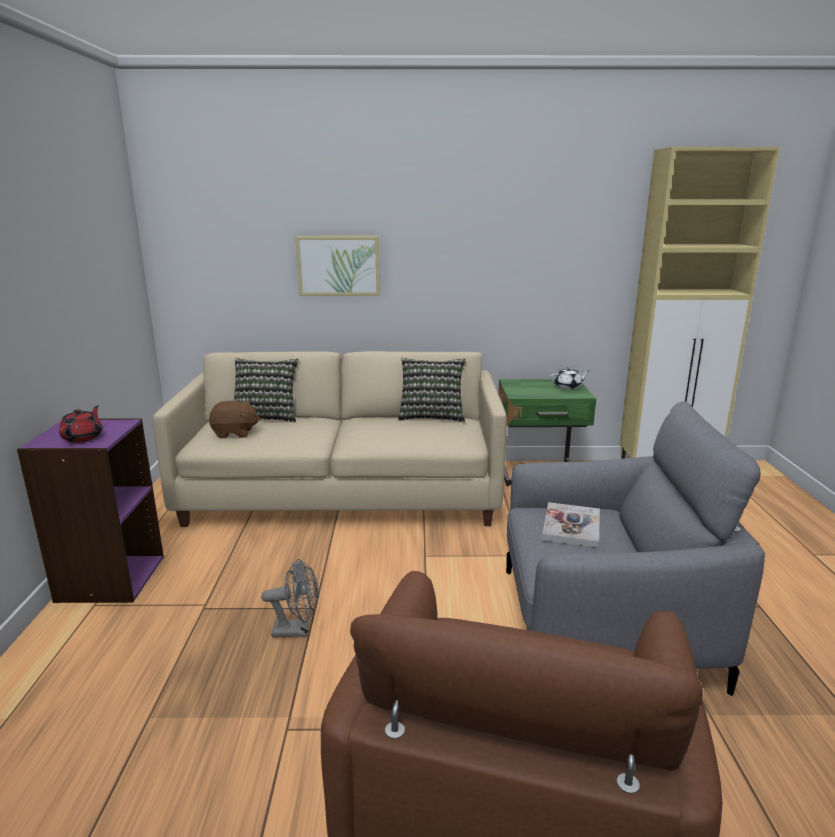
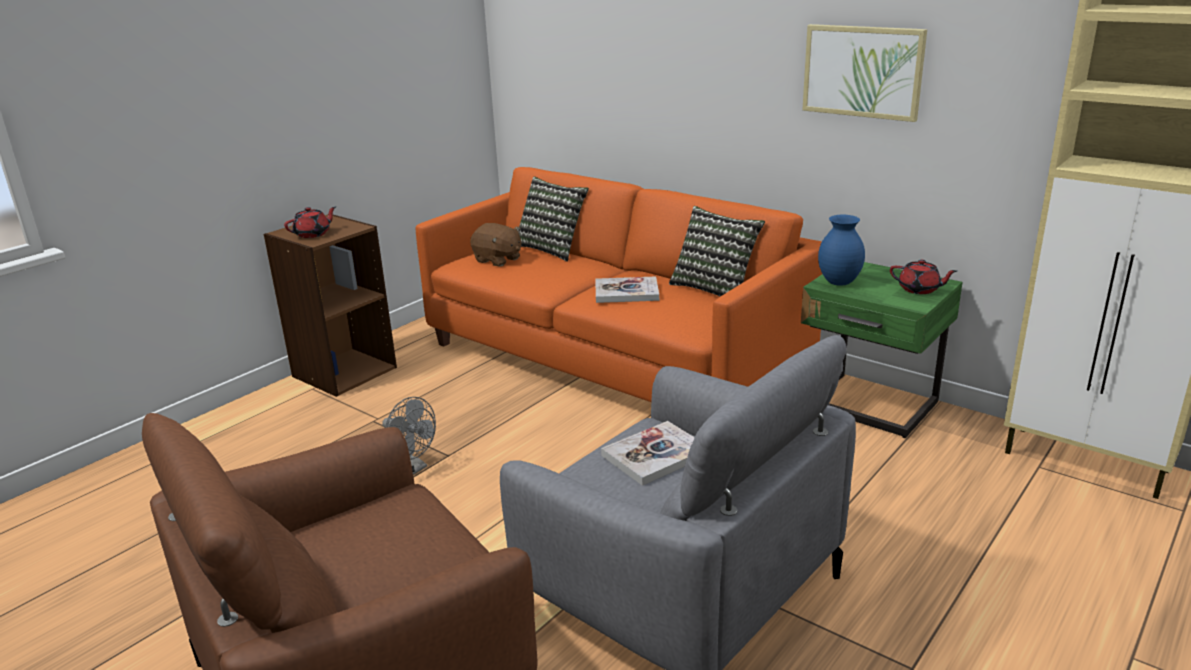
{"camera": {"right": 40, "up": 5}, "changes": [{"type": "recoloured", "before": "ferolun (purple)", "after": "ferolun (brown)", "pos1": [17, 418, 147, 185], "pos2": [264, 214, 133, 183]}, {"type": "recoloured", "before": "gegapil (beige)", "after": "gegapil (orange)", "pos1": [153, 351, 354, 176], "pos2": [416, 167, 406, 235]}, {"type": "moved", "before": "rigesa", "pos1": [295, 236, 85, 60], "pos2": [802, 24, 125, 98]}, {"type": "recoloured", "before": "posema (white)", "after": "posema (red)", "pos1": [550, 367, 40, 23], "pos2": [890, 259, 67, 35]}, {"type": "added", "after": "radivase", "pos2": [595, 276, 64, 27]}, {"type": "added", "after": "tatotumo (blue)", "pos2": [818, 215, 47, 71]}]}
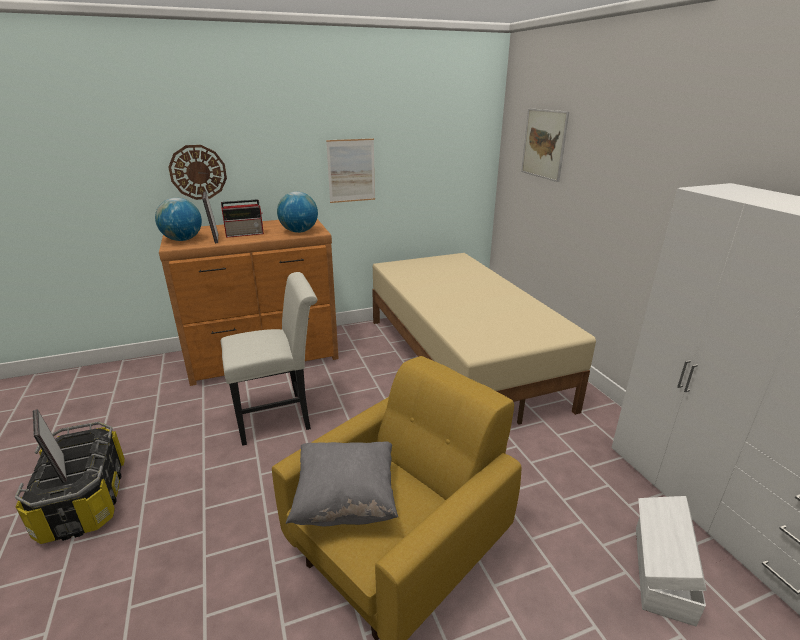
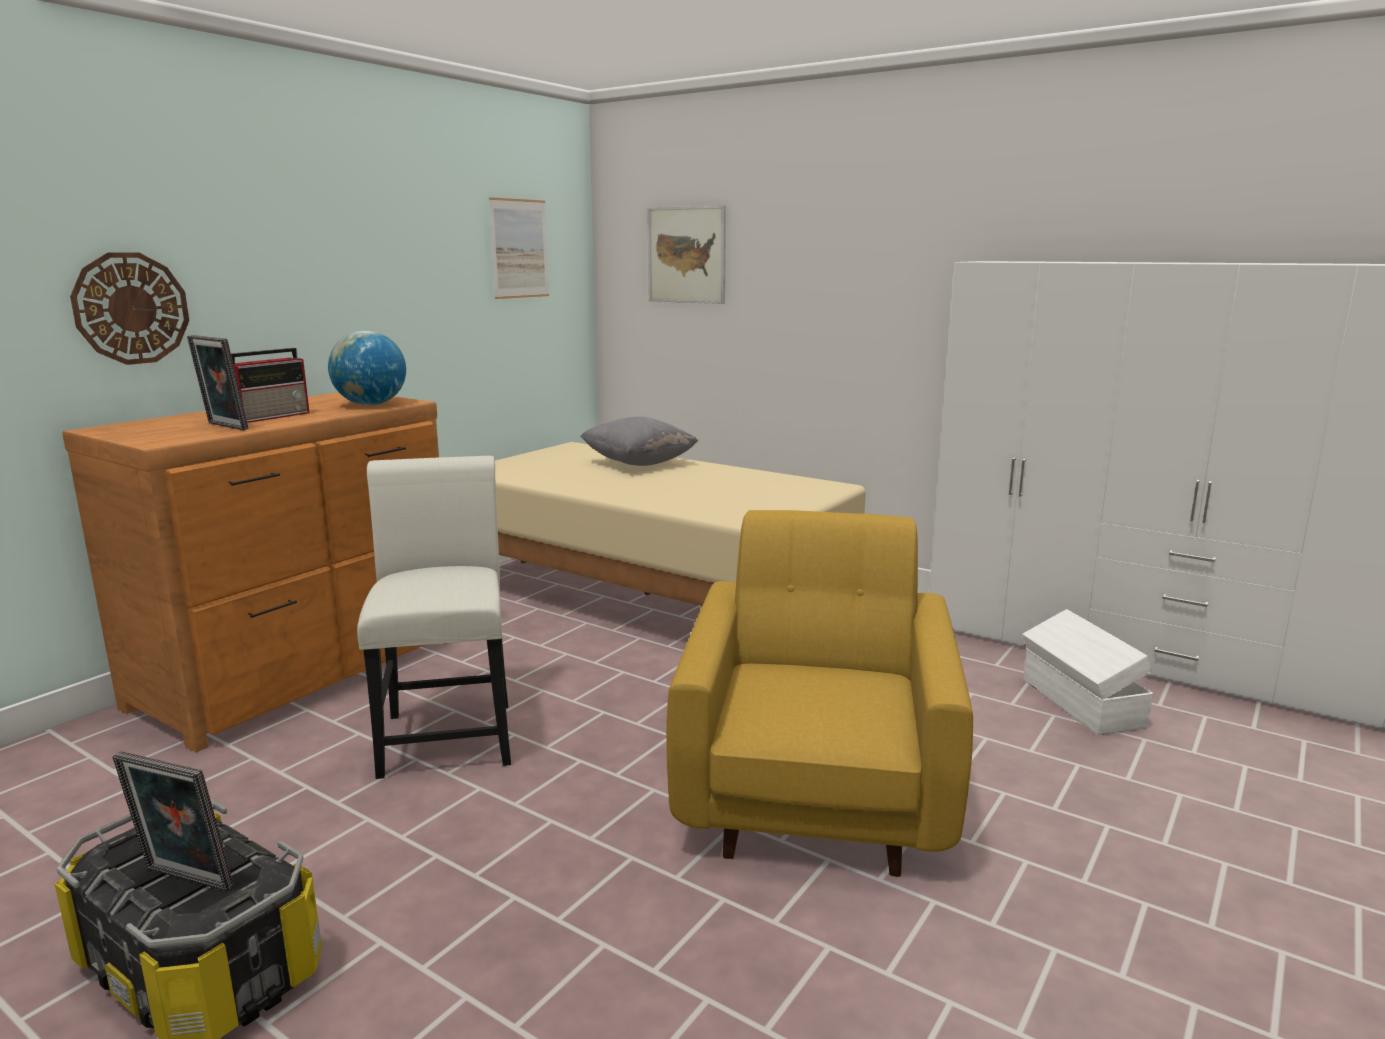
{"camera": {"right": -35, "up": -10}, "changes": [{"type": "removed", "before": "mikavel", "pos1": [155, 198, 47, 43]}, {"type": "turned", "before": "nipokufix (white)", "pos1": [221, 272, 96, 174], "pos2": [357, 456, 154, 323], "turn": -45}, {"type": "moved", "before": "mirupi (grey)", "pos1": [286, 442, 112, 84], "pos2": [580, 417, 118, 49]}, {"type": "moved", "before": "rigesa", "pos1": [326, 138, 49, 65], "pos2": [489, 197, 60, 102]}]}
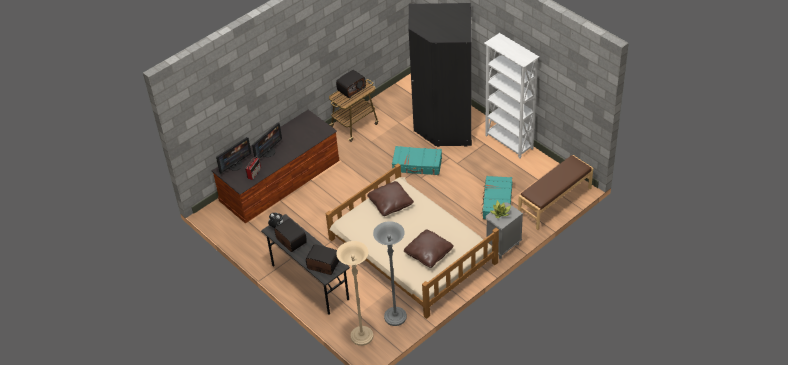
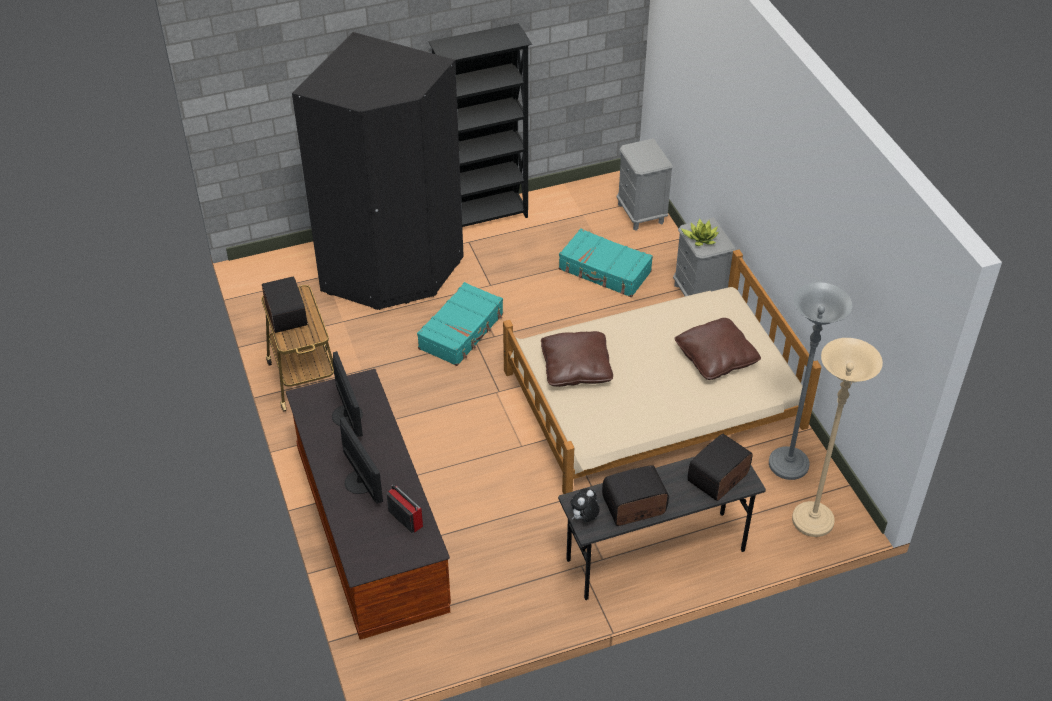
{"camera": {"right": -70, "up": 0}, "changes": [{"type": "moved", "before": "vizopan", "pos1": [216, 137, 35, 36], "pos2": [332, 351, 31, 86]}, {"type": "recoloured", "before": "ferolun (white)", "after": "ferolun (black)", "pos1": [484, 33, 55, 126], "pos2": [428, 23, 104, 204]}, {"type": "replaced", "before": "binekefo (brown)", "after": "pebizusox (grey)", "pos1": [518, 155, 75, 75], "pos2": [617, 138, 56, 93]}]}
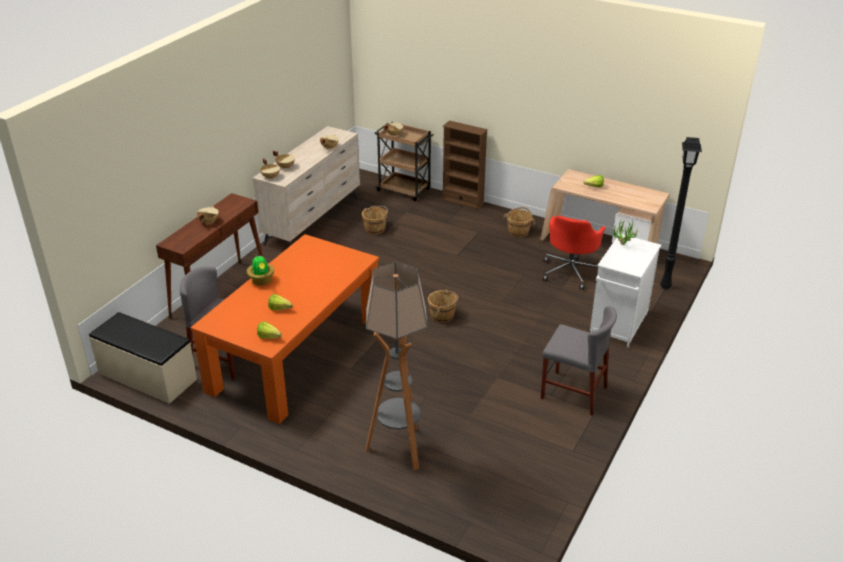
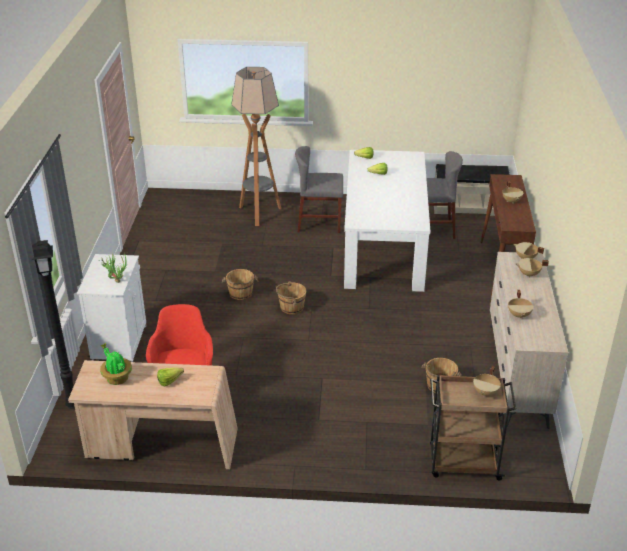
{"camera": {"right": 155, "up": 0}, "changes": [{"type": "recoloured", "before": "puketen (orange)", "after": "puketen (white)", "pos1": [190, 234, 189, 190], "pos2": [344, 150, 86, 142]}, {"type": "moved", "before": "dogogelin", "pos1": [247, 255, 27, 30], "pos2": [100, 343, 32, 42]}, {"type": "removed", "before": "ferolun (brown)", "pos1": [442, 120, 46, 89]}, {"type": "moved", "before": "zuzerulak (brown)", "pos1": [504, 207, 32, 30], "pos2": [222, 269, 37, 31]}, {"type": "moved", "before": "nipokufix (grey)", "pos1": [541, 306, 76, 110], "pos2": [295, 146, 48, 87]}]}
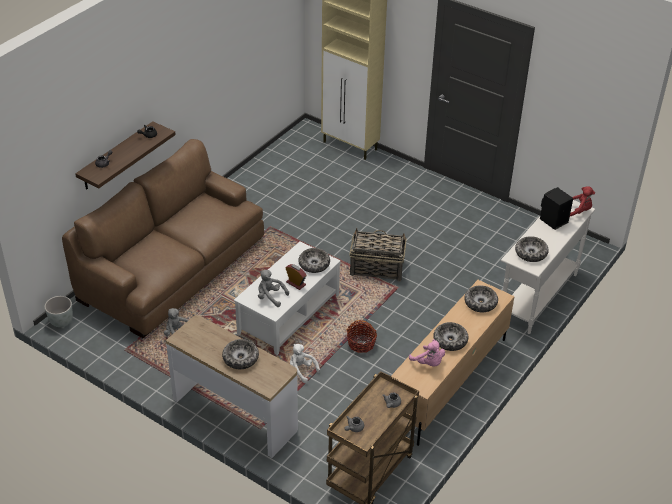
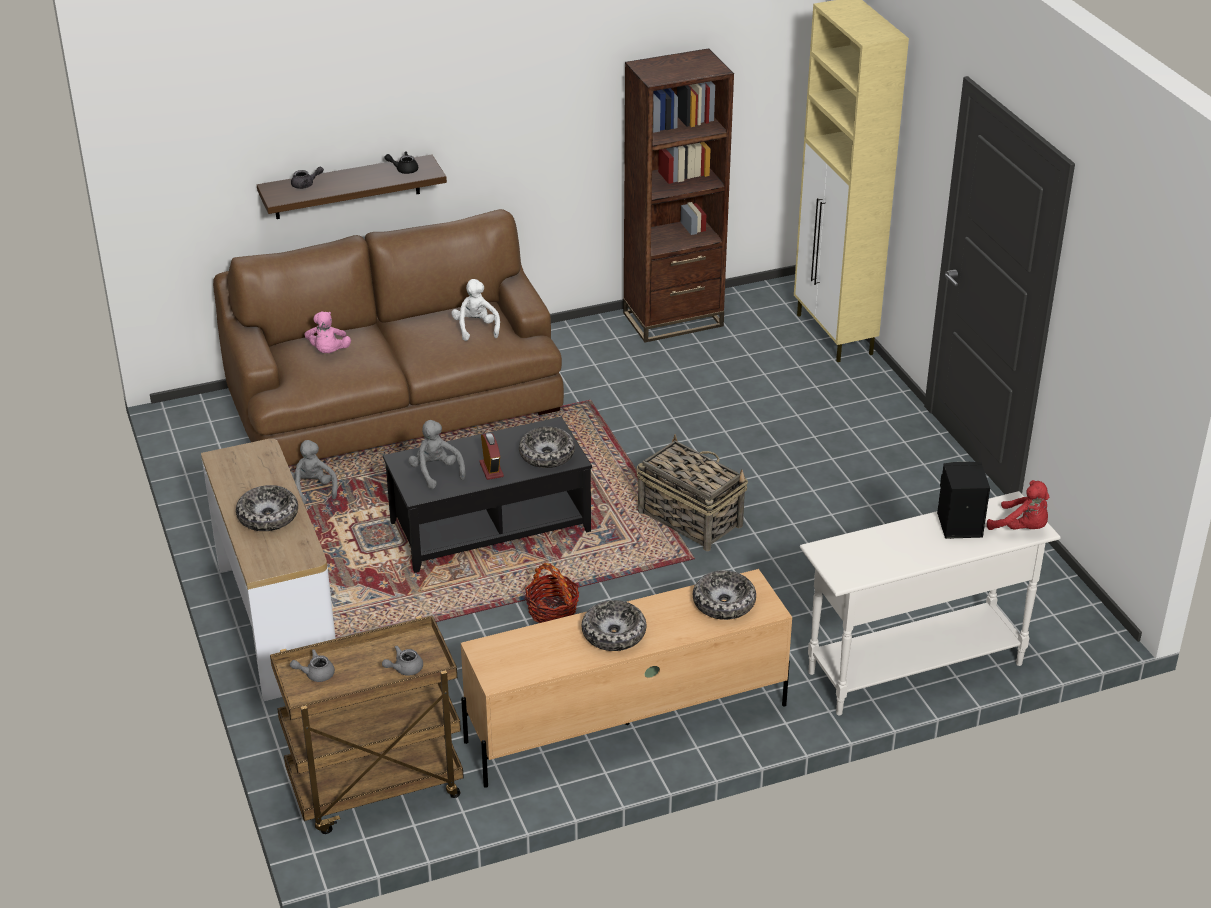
{"camera": {"right": 35, "up": -5}, "changes": [{"type": "removed", "before": "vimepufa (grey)", "pos1": [45, 296, 28, 31]}, {"type": "recoloured", "before": "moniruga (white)", "after": "moniruga (black)", "pos1": [234, 241, 107, 114], "pos2": [383, 417, 209, 156]}, {"type": "moved", "before": "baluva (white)", "pos1": [290, 344, 30, 39], "pos2": [451, 279, 49, 62]}, {"type": "moved", "before": "baluva (pink)", "pos1": [409, 339, 36, 27], "pos2": [304, 312, 47, 41]}, {"type": "removed", "before": "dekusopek", "pos1": [515, 236, 34, 26]}, {"type": "added", "after": "ferolun (brown)", "pos2": [623, 48, 111, 295]}]}
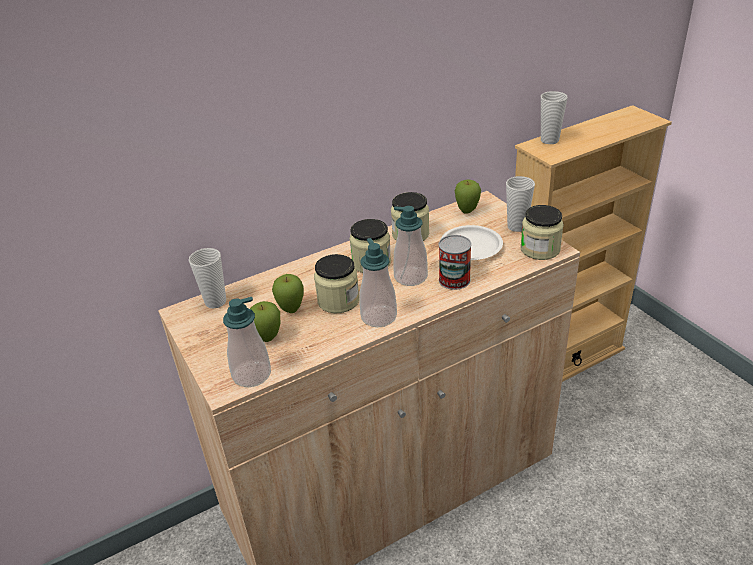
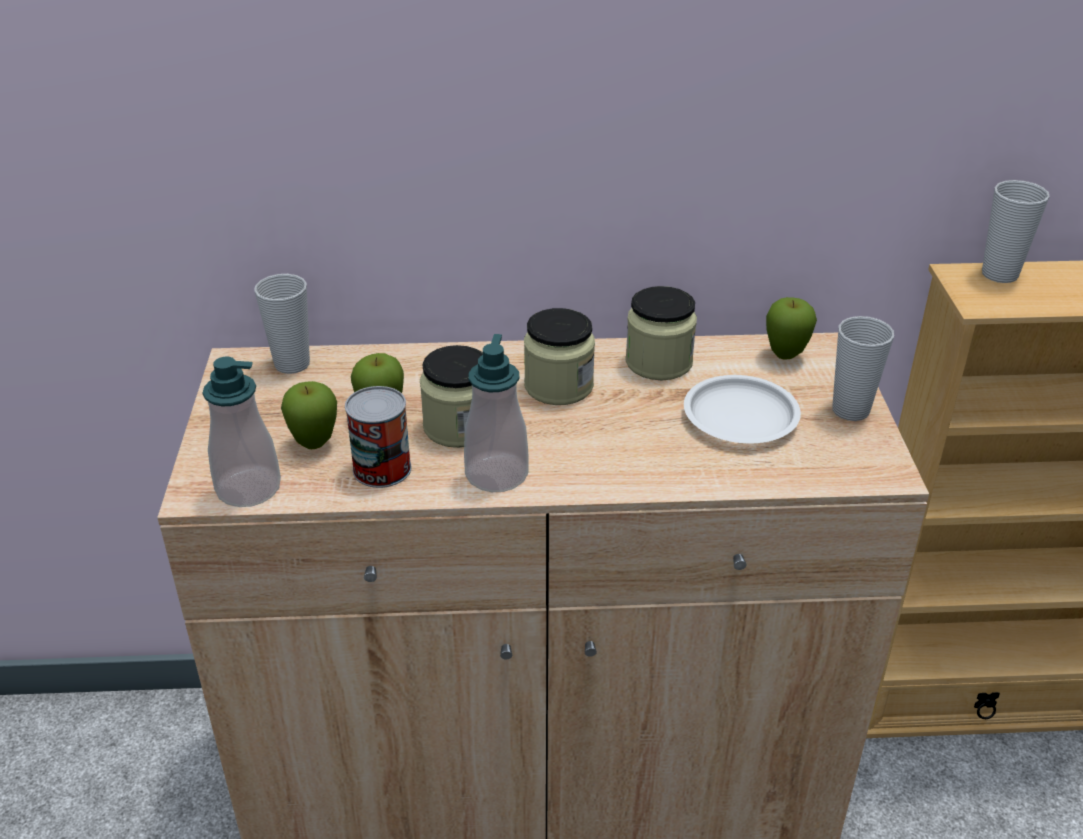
{"camera": {"right": 25, "up": 0}, "changes": [{"type": "removed", "before": "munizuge", "pos1": [393, 206, 35, 80]}, {"type": "moved", "before": "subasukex", "pos1": [439, 235, 33, 55], "pos2": [345, 386, 66, 102]}, {"type": "removed", "before": "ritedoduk", "pos1": [520, 205, 44, 55]}]}
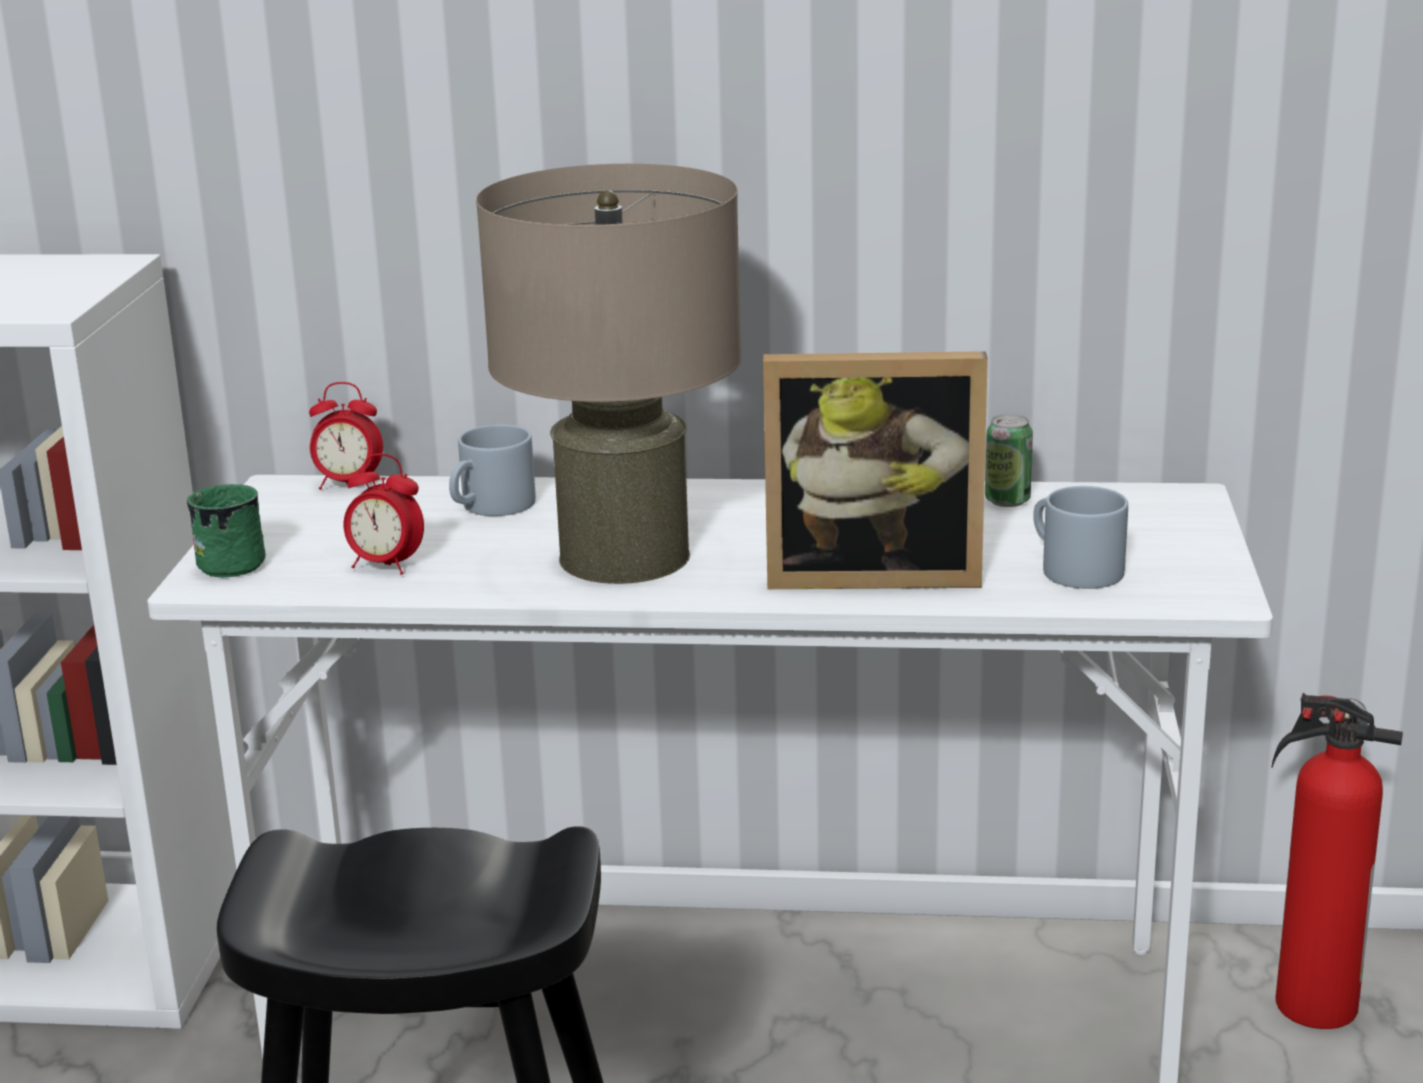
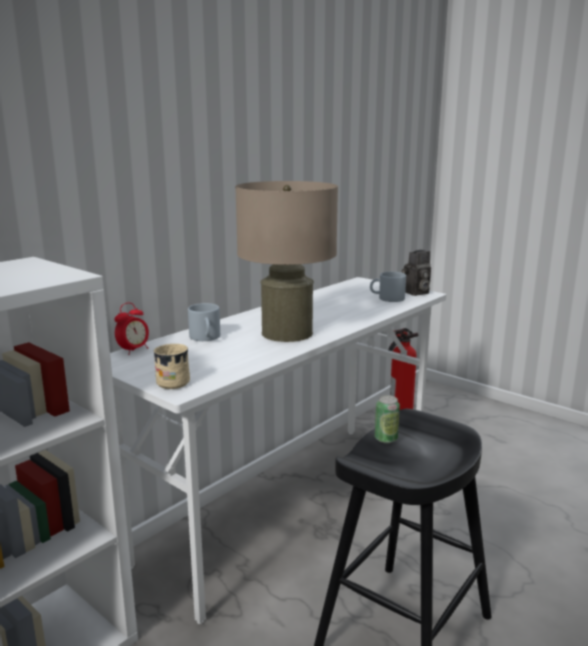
{"camera": {"right": -55, "up": -5}, "changes": [{"type": "recoloured", "before": "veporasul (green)", "after": "veporasul (beige)", "pos1": [187, 484, 79, 93], "pos2": [153, 344, 37, 45]}, {"type": "removed", "before": "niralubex", "pos1": [344, 454, 80, 121]}, {"type": "removed", "before": "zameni", "pos1": [763, 351, 225, 238]}, {"type": "moved", "before": "subasukex", "pos1": [985, 414, 48, 93], "pos2": [375, 395, 25, 48]}, {"type": "added", "after": "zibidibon", "pos2": [402, 250, 29, 46]}]}
